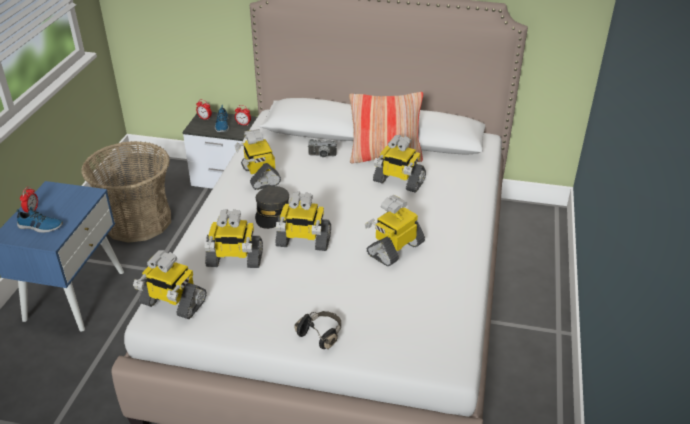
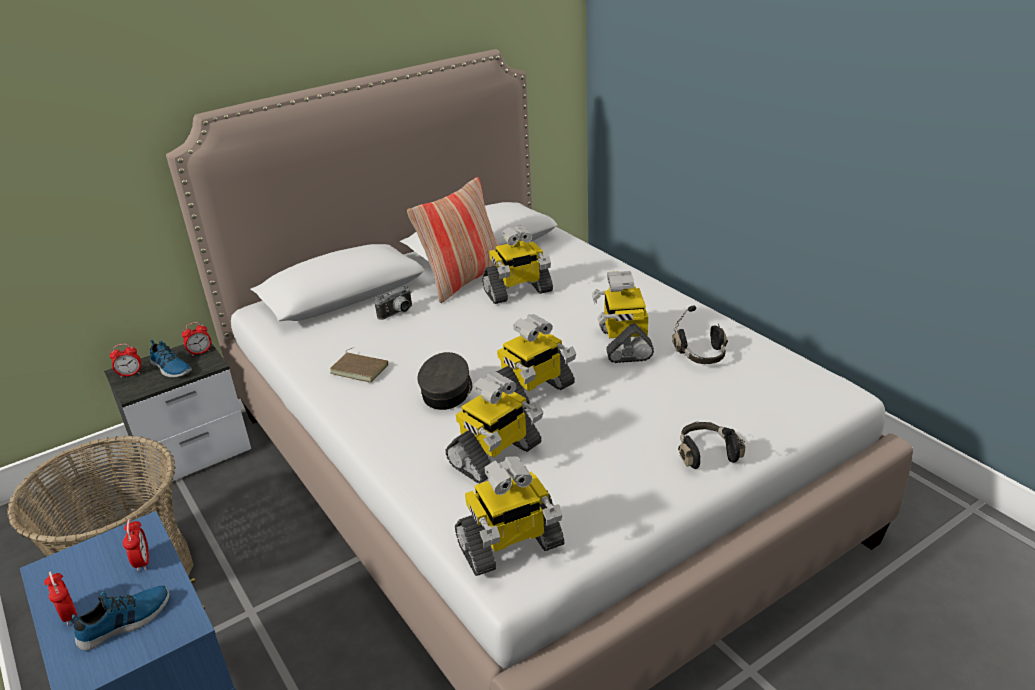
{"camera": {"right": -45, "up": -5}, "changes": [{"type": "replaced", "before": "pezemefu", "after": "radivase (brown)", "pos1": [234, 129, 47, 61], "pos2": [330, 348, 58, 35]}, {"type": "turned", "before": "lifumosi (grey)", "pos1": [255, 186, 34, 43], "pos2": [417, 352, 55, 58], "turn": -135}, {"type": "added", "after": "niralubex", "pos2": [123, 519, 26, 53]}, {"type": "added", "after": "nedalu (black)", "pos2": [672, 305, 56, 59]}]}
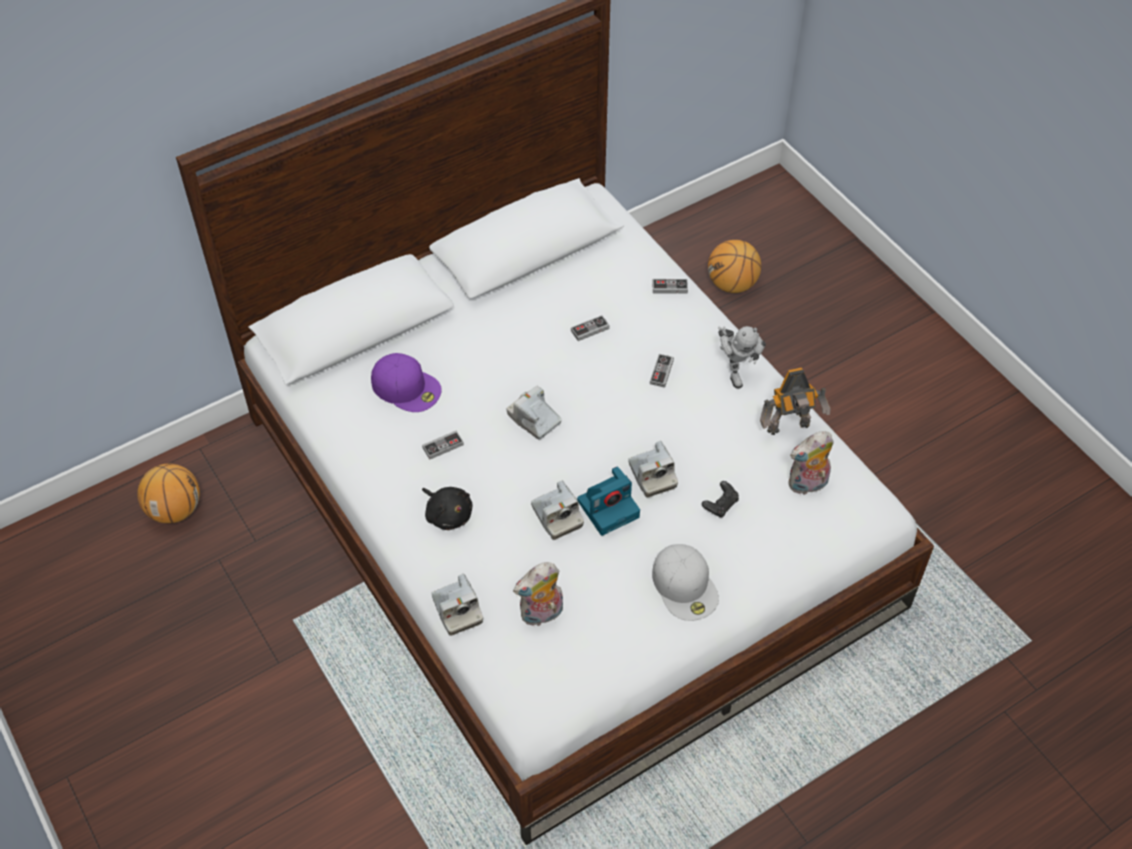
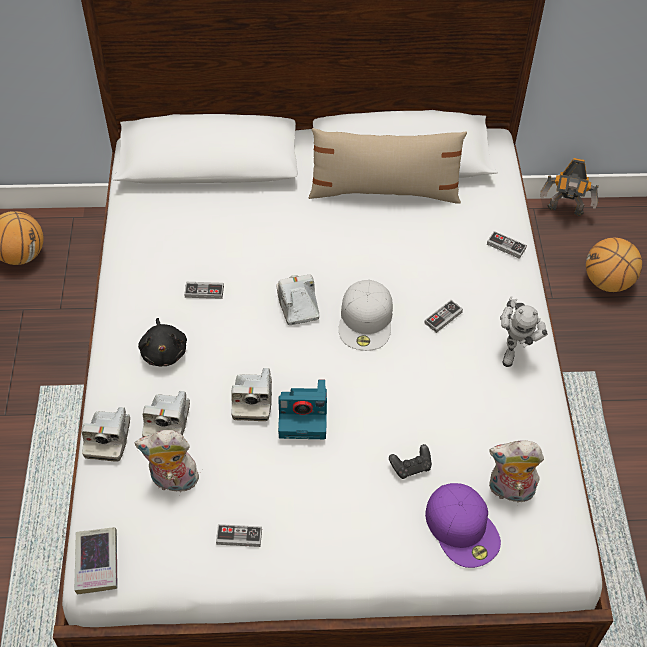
{"camera": {"right": 30, "up": 0}, "changes": [{"type": "moved", "before": "lifumosi (purple)", "pos1": [371, 353, 71, 59], "pos2": [425, 483, 76, 85]}, {"type": "moved", "before": "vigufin", "pos1": [571, 315, 39, 26], "pos2": [216, 524, 46, 23]}, {"type": "moved", "before": "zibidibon", "pos1": [629, 441, 49, 57], "pos2": [142, 391, 48, 46]}, {"type": "moved", "before": "lifumosi (white)", "pos1": [652, 544, 67, 77], "pos2": [339, 280, 54, 71]}, {"type": "moved", "before": "pezemefu", "pos1": [760, 367, 71, 68], "pos2": [540, 158, 59, 58]}, {"type": "added", "after": "radivase", "pos2": [74, 527, 44, 67]}, {"type": "added", "after": "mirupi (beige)", "pos2": [309, 128, 158, 75]}]}
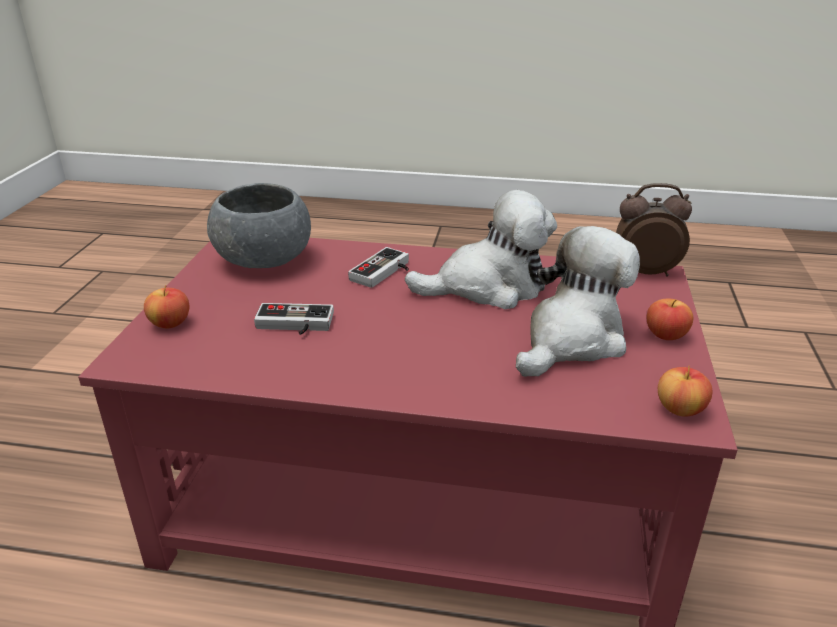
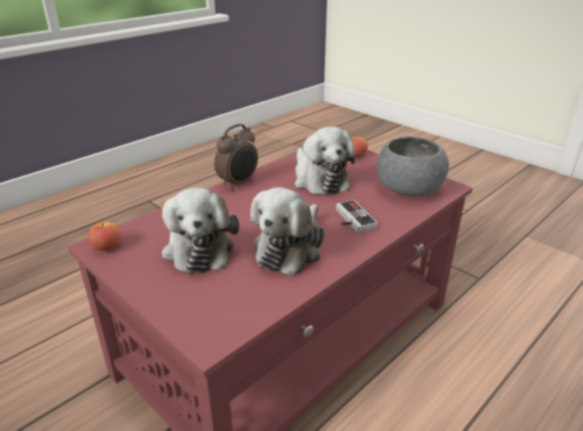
{"camera": {"right": 125, "up": 0}, "changes": [{"type": "replaced", "before": "vigufin", "after": "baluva", "pos1": [254, 303, 80, 32], "pos2": [295, 127, 60, 69]}, {"type": "moved", "before": "niralubex", "pos1": [616, 183, 76, 94], "pos2": [214, 124, 44, 66]}, {"type": "removed", "before": "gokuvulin", "pos1": [646, 298, 47, 42]}]}
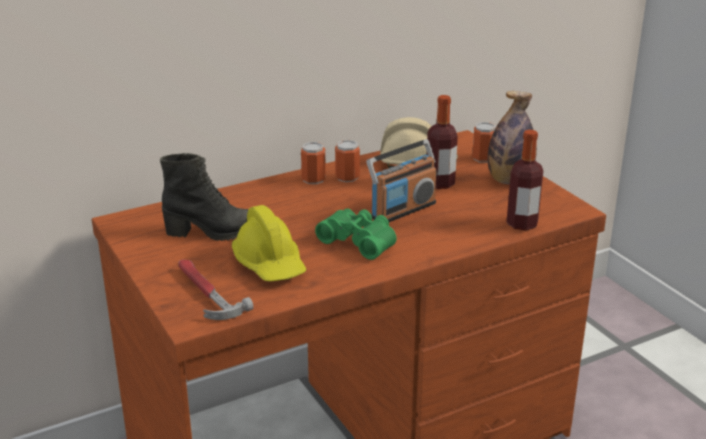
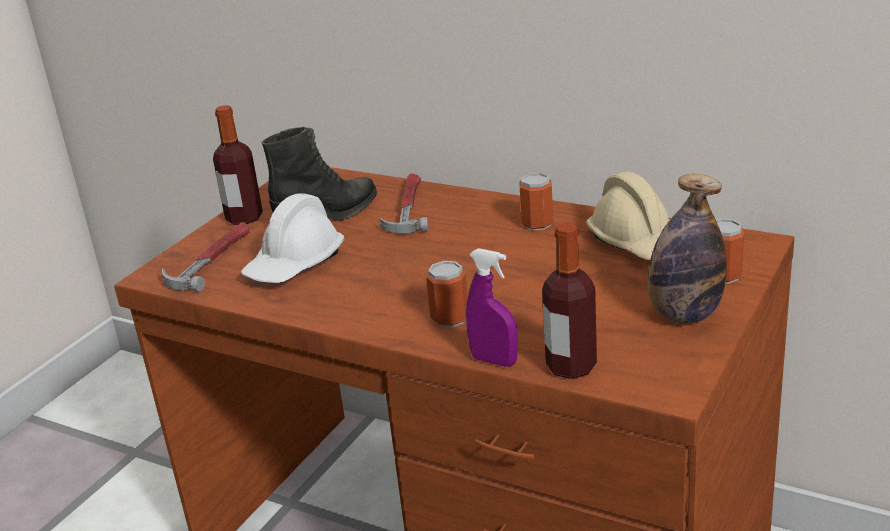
{"camera": {"right": 60, "up": 0}, "changes": [{"type": "turned", "before": "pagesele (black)", "pos1": [160, 153, 88, 88], "pos2": [261, 127, 116, 94], "turn": -90}, {"type": "recoloured", "before": "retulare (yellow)", "after": "retulare (white)", "pos1": [232, 205, 75, 77], "pos2": [241, 193, 103, 90]}, {"type": "moved", "before": "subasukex", "pos1": [301, 142, 25, 42], "pos2": [426, 261, 42, 66]}, {"type": "removed", "before": "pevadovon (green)", "pos1": [315, 209, 82, 51]}, {"type": "removed", "before": "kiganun", "pos1": [366, 139, 71, 83]}, {"type": "moved", "before": "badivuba", "pos1": [427, 95, 31, 94], "pos2": [213, 105, 50, 120]}, {"type": "added", "after": "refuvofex", "pos2": [379, 174, 49, 59]}, {"type": "added", "after": "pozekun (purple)", "pos2": [466, 248, 52, 119]}]}
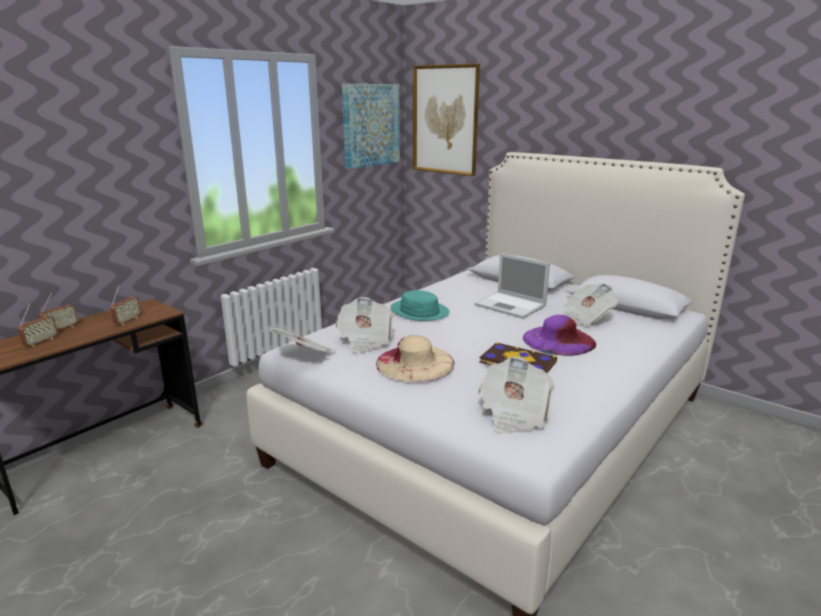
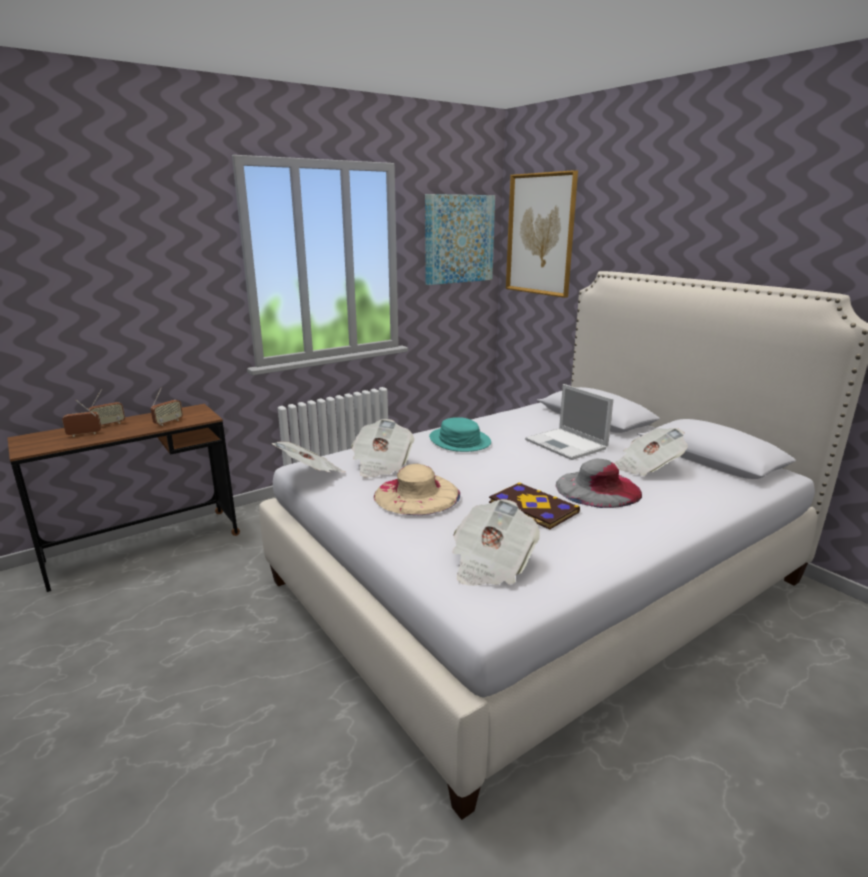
{"camera": {"right": 15, "up": 0}, "changes": [{"type": "turned", "before": "kiganun", "pos1": [18, 304, 39, 43], "pos2": [62, 399, 39, 38], "turn": -150}, {"type": "recoloured", "before": "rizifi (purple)", "after": "rizifi (grey)", "pos1": [523, 315, 73, 41], "pos2": [556, 459, 86, 49]}]}
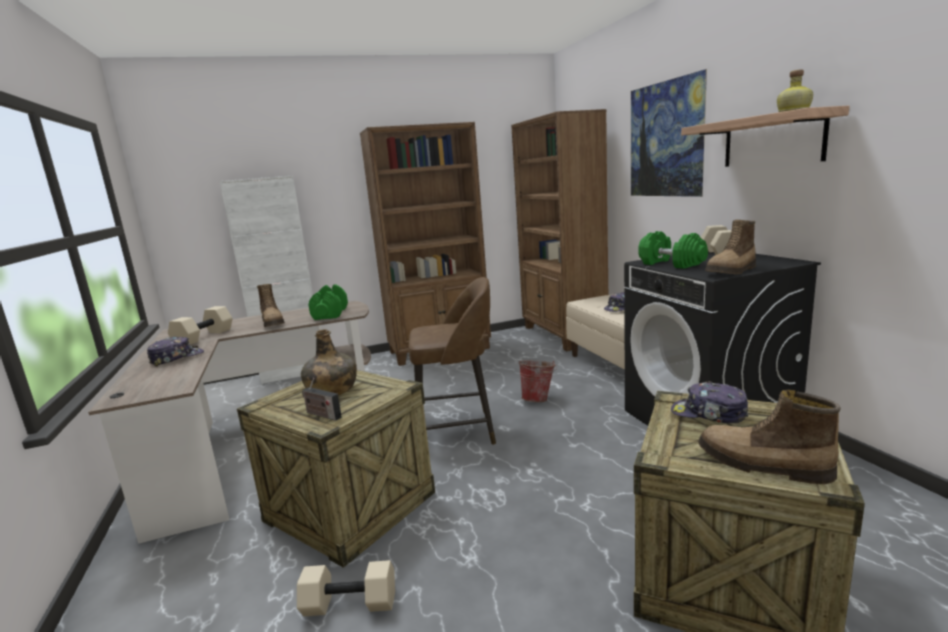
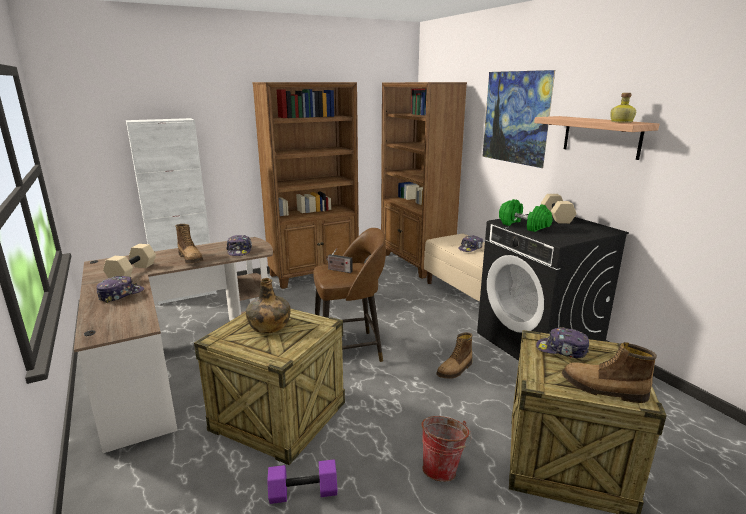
{"camera": {"right": -10, "up": 5}, "changes": [{"type": "recoloured", "before": "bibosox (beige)", "after": "bibosox (purple)", "pos1": [297, 560, 98, 56], "pos2": [267, 459, 70, 45]}, {"type": "moved", "before": "kiganun", "pos1": [302, 378, 40, 43], "pos2": [326, 248, 27, 25]}, {"type": "replaced", "before": "bibosox (green)", "after": "lifumosi", "pos1": [308, 284, 40, 36], "pos2": [226, 235, 26, 21]}, {"type": "moved", "before": "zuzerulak", "pos1": [519, 360, 38, 42], "pos2": [421, 416, 51, 66]}, {"type": "moved", "before": "pagesele", "pos1": [705, 220, 51, 54], "pos2": [436, 332, 36, 47]}]}
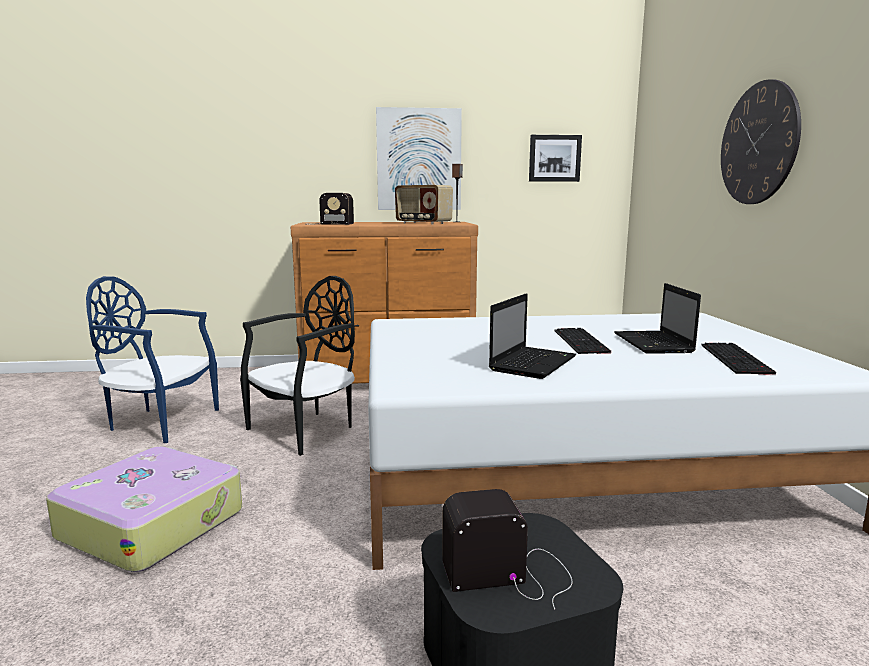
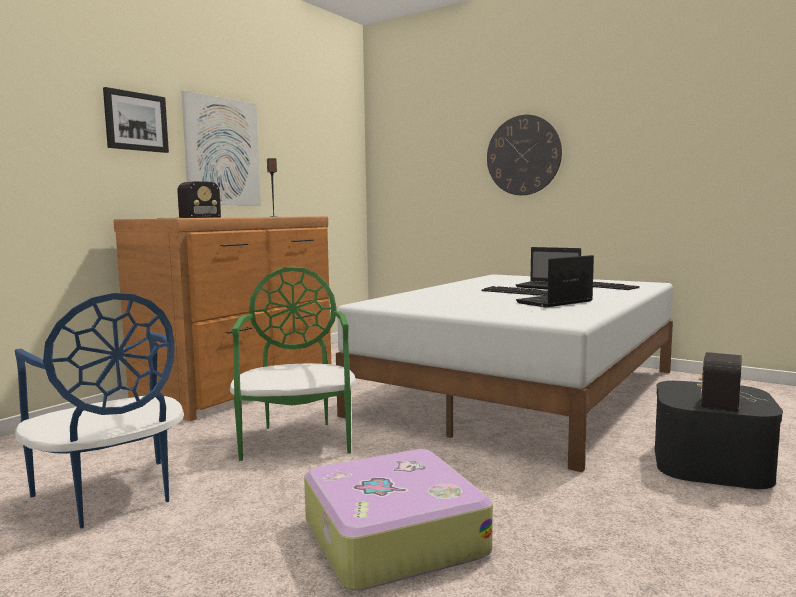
{"camera": {"right": -50, "up": -5}, "changes": [{"type": "turned", "before": "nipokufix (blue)", "pos1": [86, 276, 133, 167], "pos2": [15, 293, 169, 235], "turn": -90}, {"type": "recoloured", "before": "nipokufix (black)", "after": "nipokufix (green)", "pos1": [240, 276, 115, 180], "pos2": [230, 266, 126, 195]}, {"type": "removed", "before": "kiganun", "pos1": [395, 185, 58, 39]}, {"type": "turned", "before": "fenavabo", "pos1": [489, 294, 87, 85], "pos2": [516, 255, 78, 53], "turn": -105}, {"type": "moved", "before": "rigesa", "pos1": [529, 135, 53, 47], "pos2": [103, 87, 66, 66]}]}
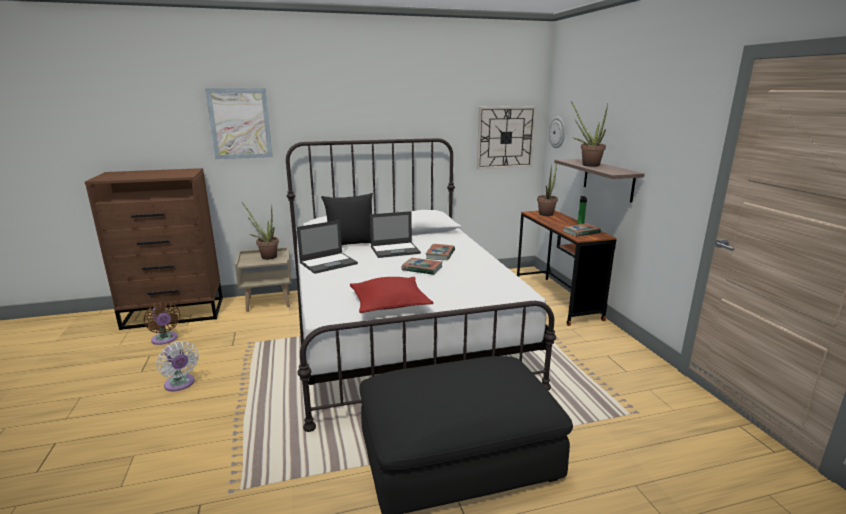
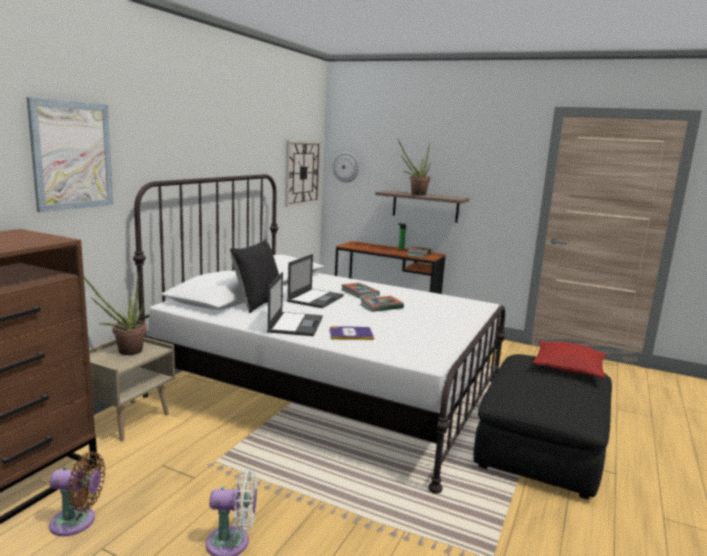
{"camera": {"right": -50, "up": -5}, "changes": [{"type": "moved", "before": "mirupi (red)", "pos1": [350, 277, 83, 36], "pos2": [532, 340, 74, 39]}, {"type": "removed", "before": "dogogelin", "pos1": [537, 159, 21, 57]}, {"type": "added", "after": "radivase", "pos2": [329, 326, 45, 14]}]}
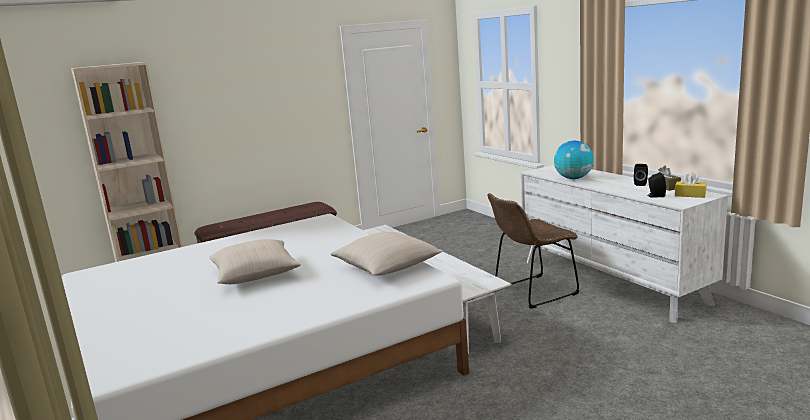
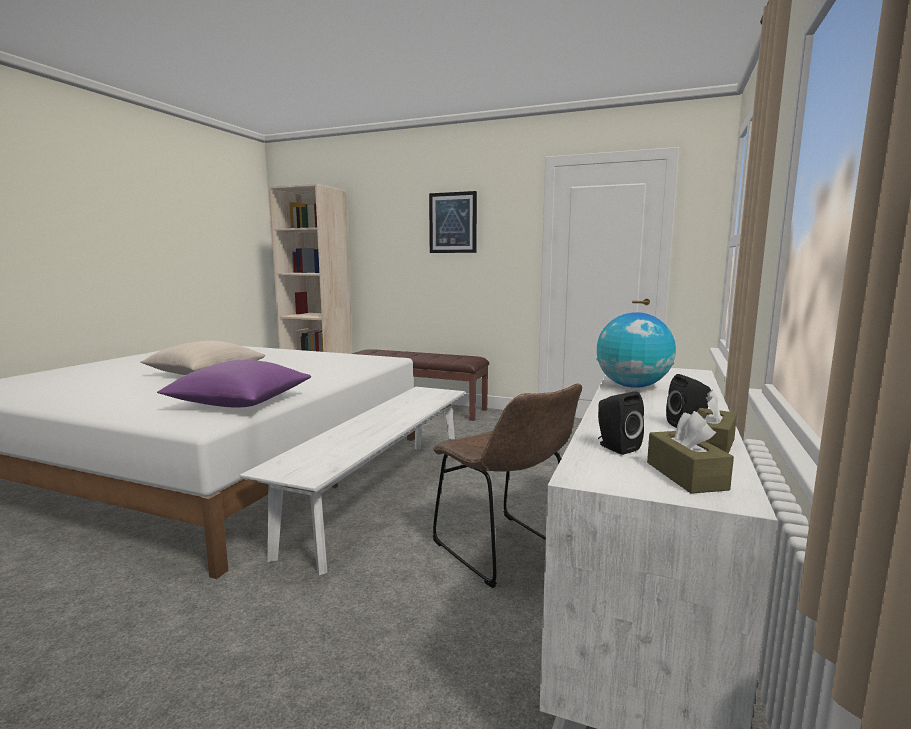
{"camera": {"right": 50, "up": -5}, "changes": [{"type": "recoloured", "before": "mirupi (beige)", "after": "mirupi (purple)", "pos1": [331, 232, 112, 44], "pos2": [157, 360, 154, 47]}, {"type": "turned", "before": "nipokufix (brown)", "pos1": [487, 193, 92, 116], "pos2": [433, 384, 149, 204], "turn": -150}, {"type": "recoloured", "before": "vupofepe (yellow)", "after": "vupofepe (brown)", "pos1": [675, 172, 32, 26], "pos2": [647, 411, 87, 83]}, {"type": "added", "after": "rigesa", "pos2": [429, 191, 48, 62]}]}
